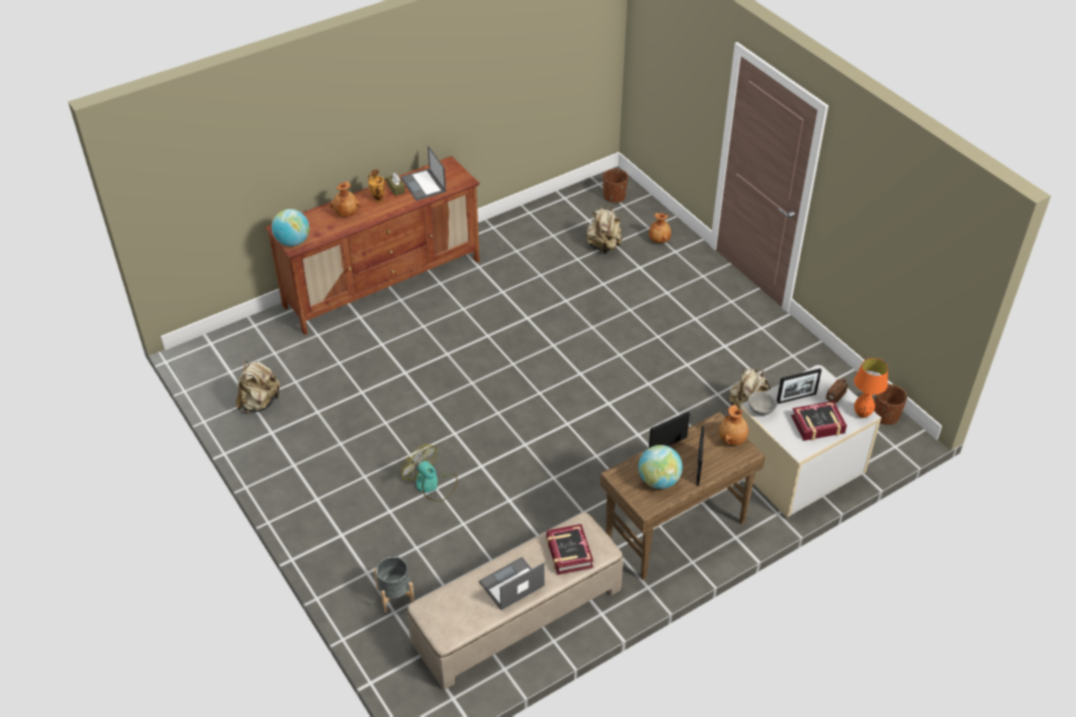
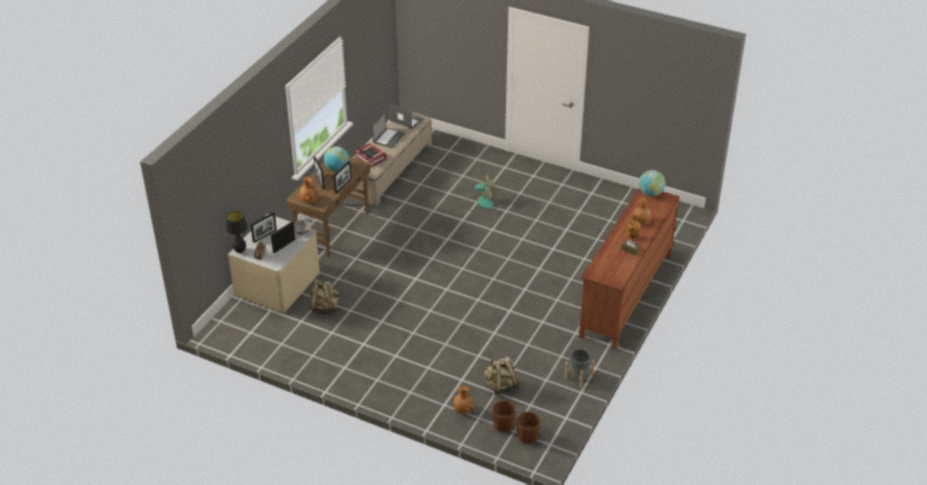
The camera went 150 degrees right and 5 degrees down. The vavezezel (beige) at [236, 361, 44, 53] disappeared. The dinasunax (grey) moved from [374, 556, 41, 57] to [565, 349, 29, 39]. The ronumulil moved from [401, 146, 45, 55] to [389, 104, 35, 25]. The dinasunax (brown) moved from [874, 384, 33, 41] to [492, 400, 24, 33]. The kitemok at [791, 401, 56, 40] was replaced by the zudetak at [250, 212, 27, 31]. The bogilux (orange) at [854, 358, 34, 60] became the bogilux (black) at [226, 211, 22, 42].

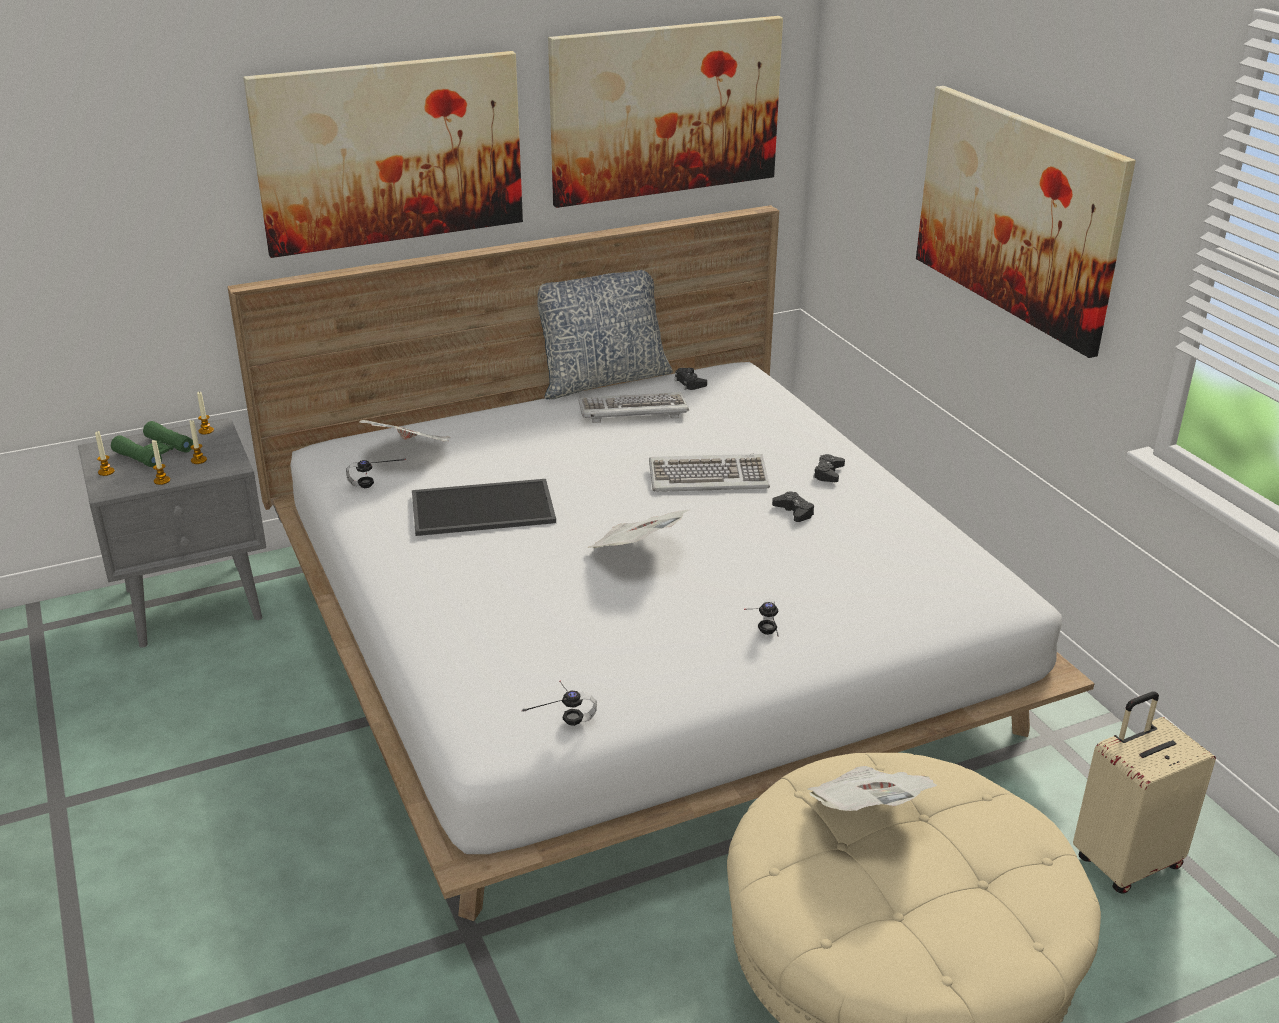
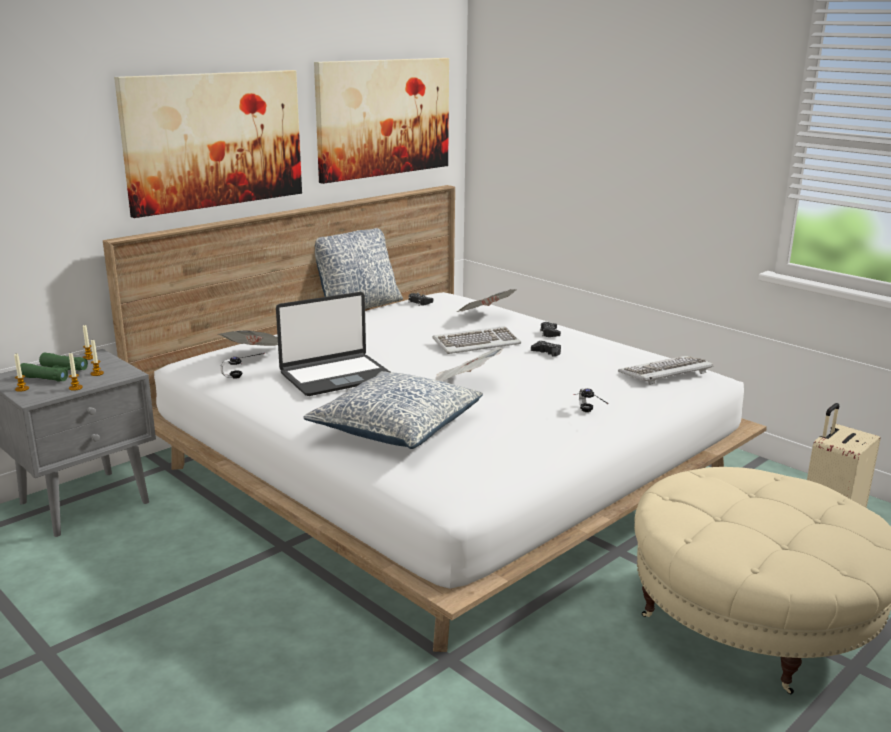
The camera went 20 degrees left and 10 degrees down. The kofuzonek at [522, 681, 75, 45] disappeared. The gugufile at [916, 86, 220, 272] disappeared. The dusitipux at [303, 371, 180, 78] appeared. The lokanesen moved from [578, 392, 111, 31] to [618, 356, 95, 29]. The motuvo moved from [807, 766, 130, 45] to [456, 289, 61, 23]. The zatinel at [412, 479, 144, 57] was replaced by the ronumulil at [276, 292, 116, 104].

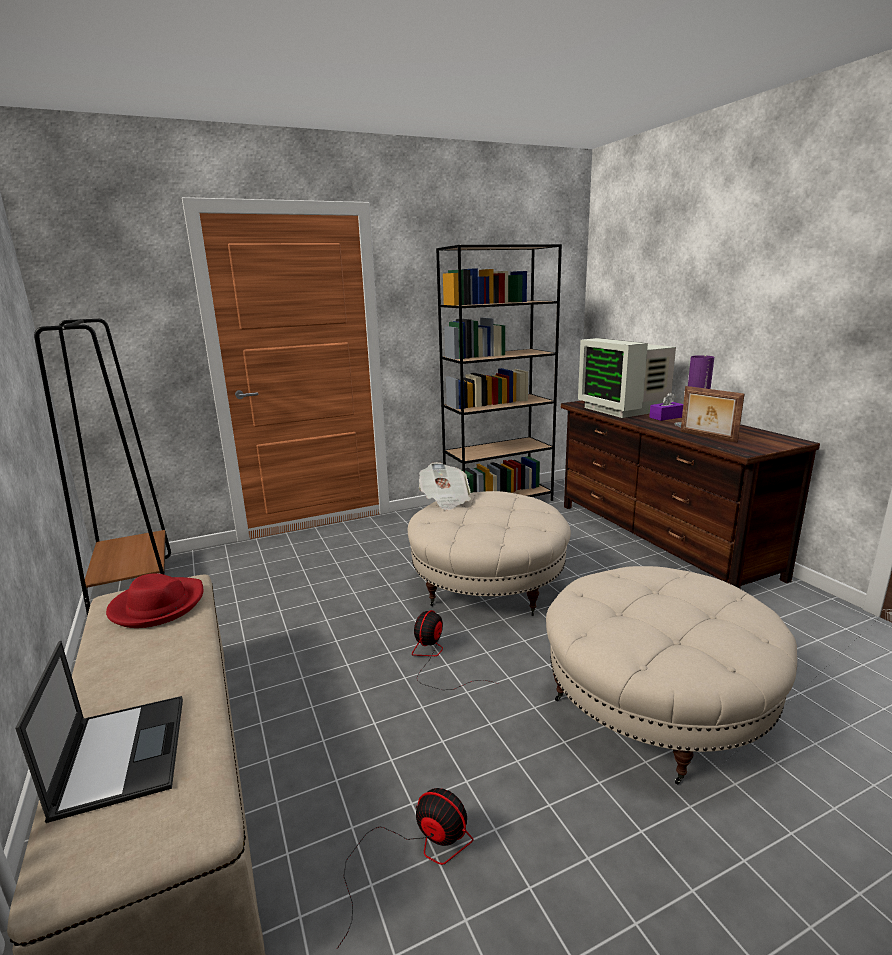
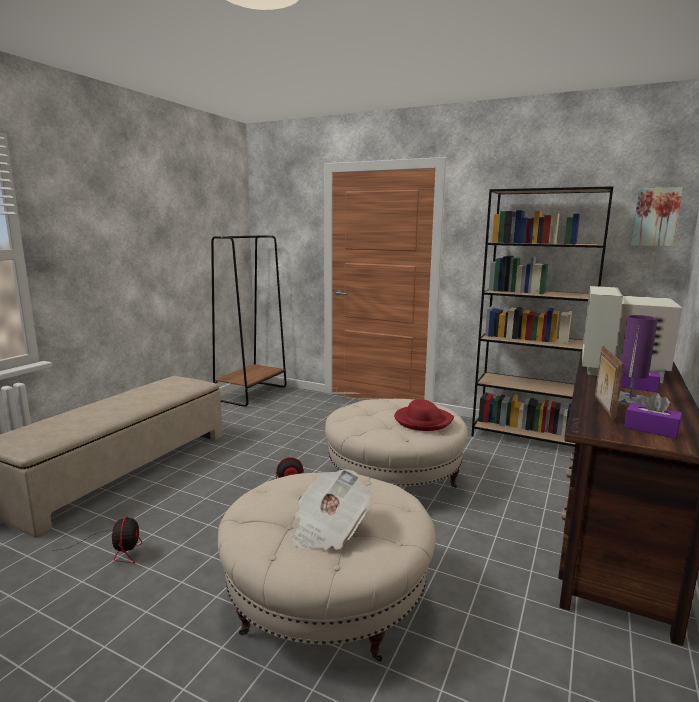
The camera went 50 degrees right and 5 degrees down. The ronumulil at [15, 641, 168, 182] disappeared. The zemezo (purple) at [624, 393, 58, 46] appeared. The gugufile at [631, 187, 52, 59] appeared. The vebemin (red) moved from [106, 573, 97, 55] to [394, 399, 60, 32]. The motuvo moved from [419, 462, 52, 48] to [292, 469, 80, 81].

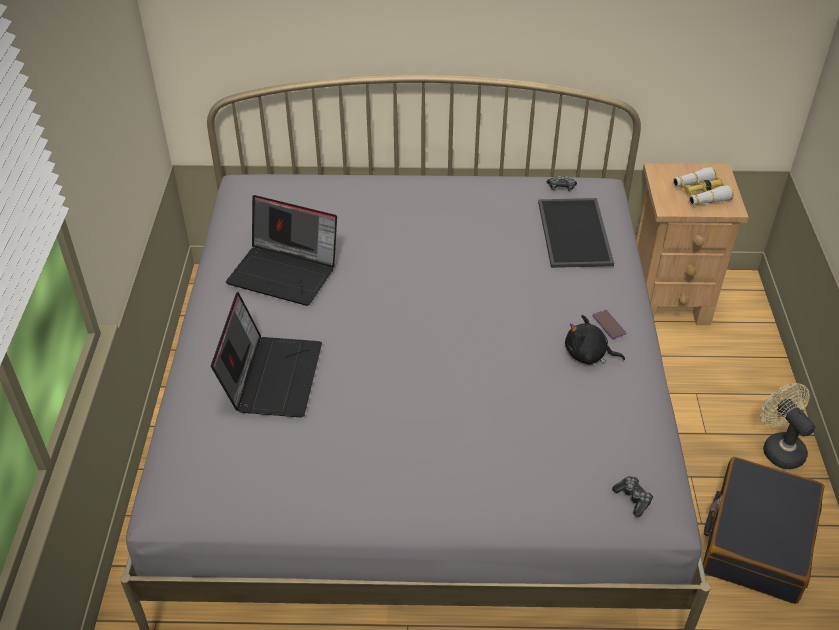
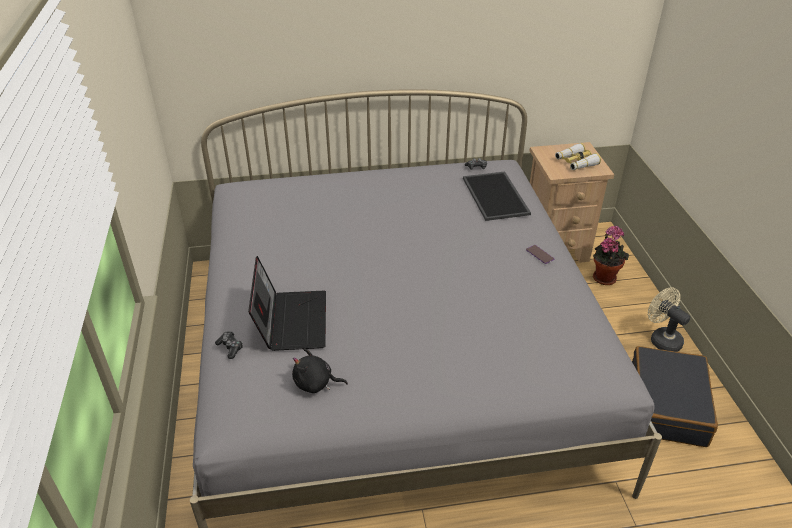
The camera went 10 degrees left and 5 degrees down. The ronumulil at [226, 195, 111, 111] disappeared. The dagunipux at [593, 226, 36, 59] appeared. The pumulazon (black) moved from [565, 315, 60, 49] to [292, 348, 56, 45]. The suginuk moved from [612, 476, 41, 41] to [215, 331, 28, 28].

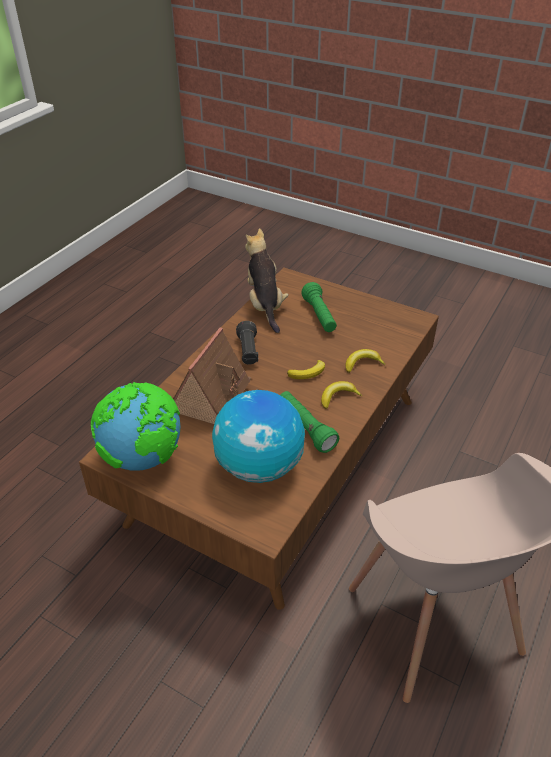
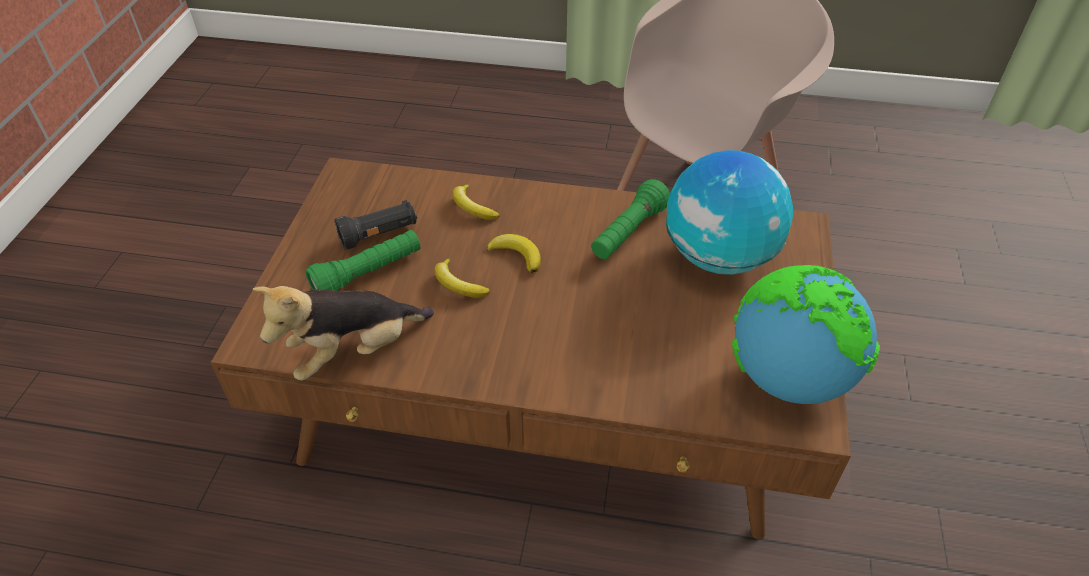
The camera went 110 degrees left and 5 degrees up. The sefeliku at [173, 328, 79, 96] disappeared. The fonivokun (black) moved from [236, 321, 23, 44] to [334, 200, 83, 50]. The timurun moved from [321, 381, 41, 28] to [434, 258, 56, 40].

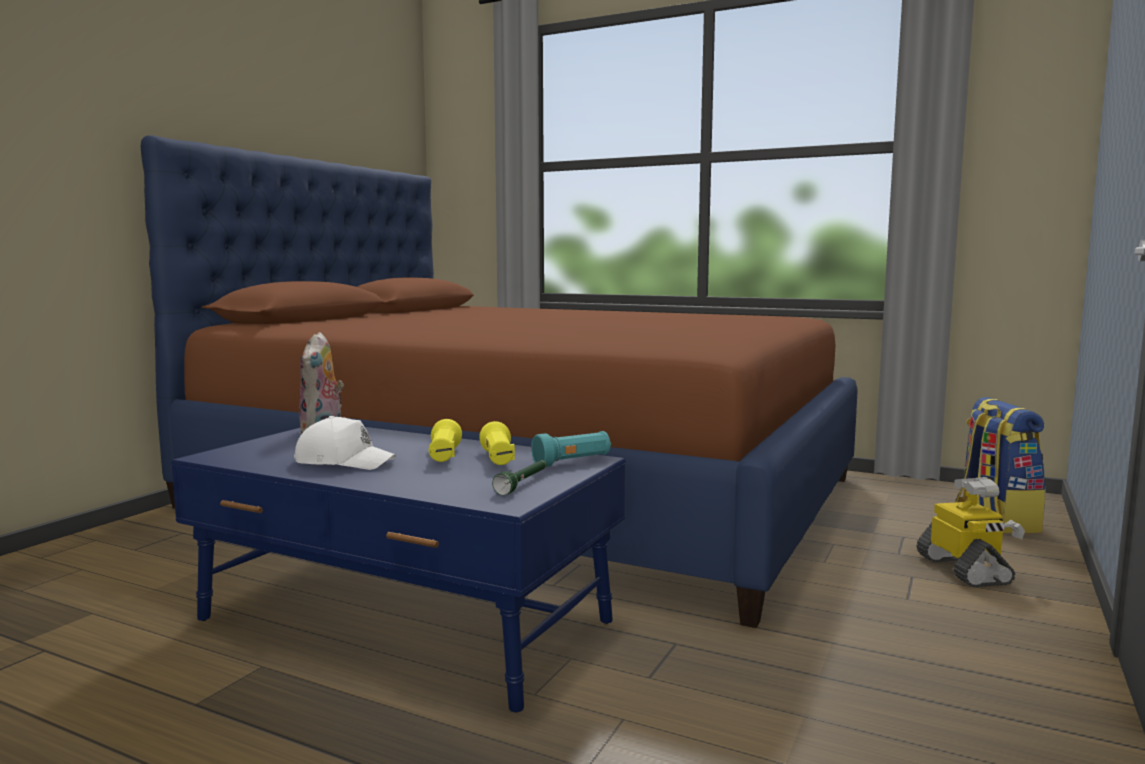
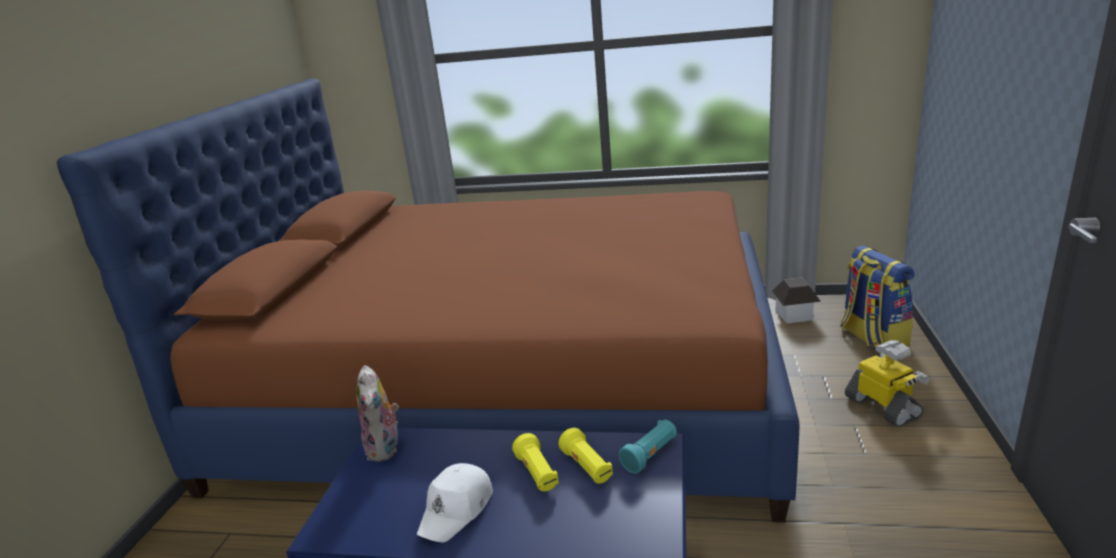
The camera went 15 degrees left and 15 degrees up. The fonivokun (green) at [492, 460, 55, 35] disappeared. The sefeliku at [772, 277, 49, 46] appeared. The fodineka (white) at [294, 416, 102, 54] turned 120 degrees clockwise.

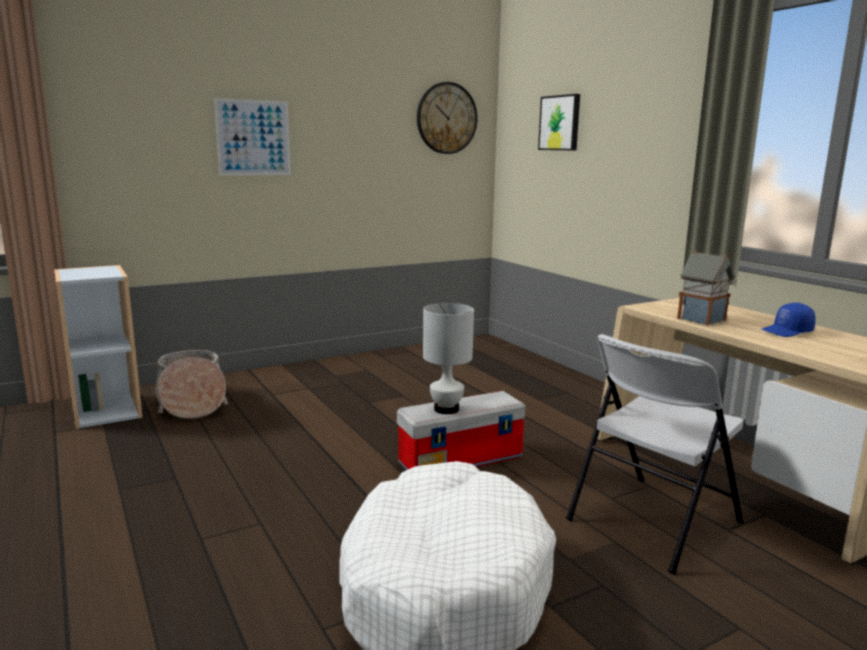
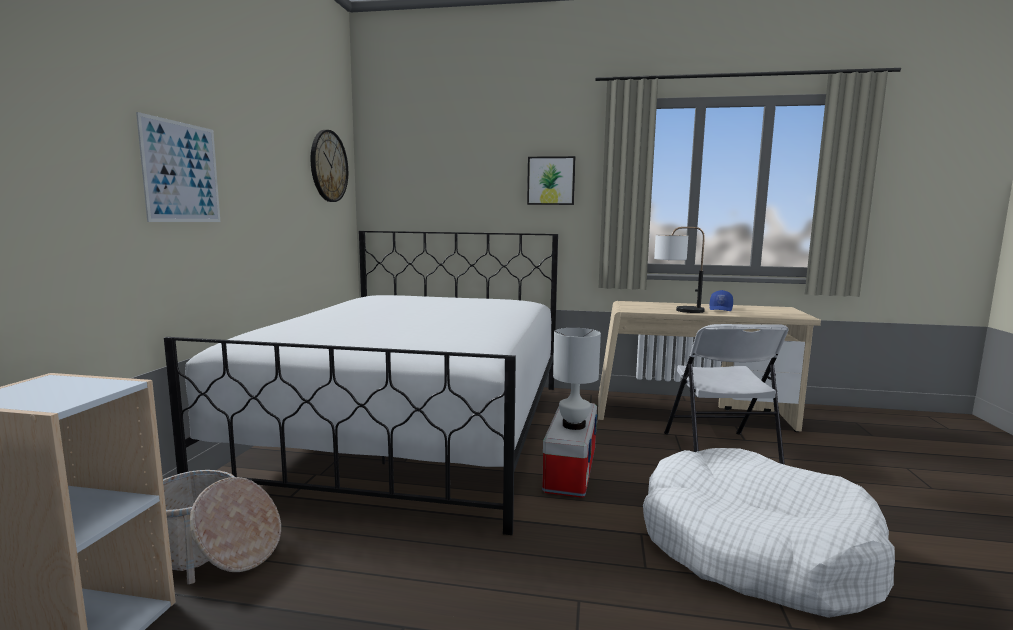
The camera went 50 degrees left and 5 degrees down. The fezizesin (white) at [164, 231, 394, 304] appeared. The gugufile moved from [538, 94, 42, 56] to [527, 156, 48, 49]. The sefeliku at [677, 251, 58, 75] was replaced by the bogilux at [654, 227, 51, 86].

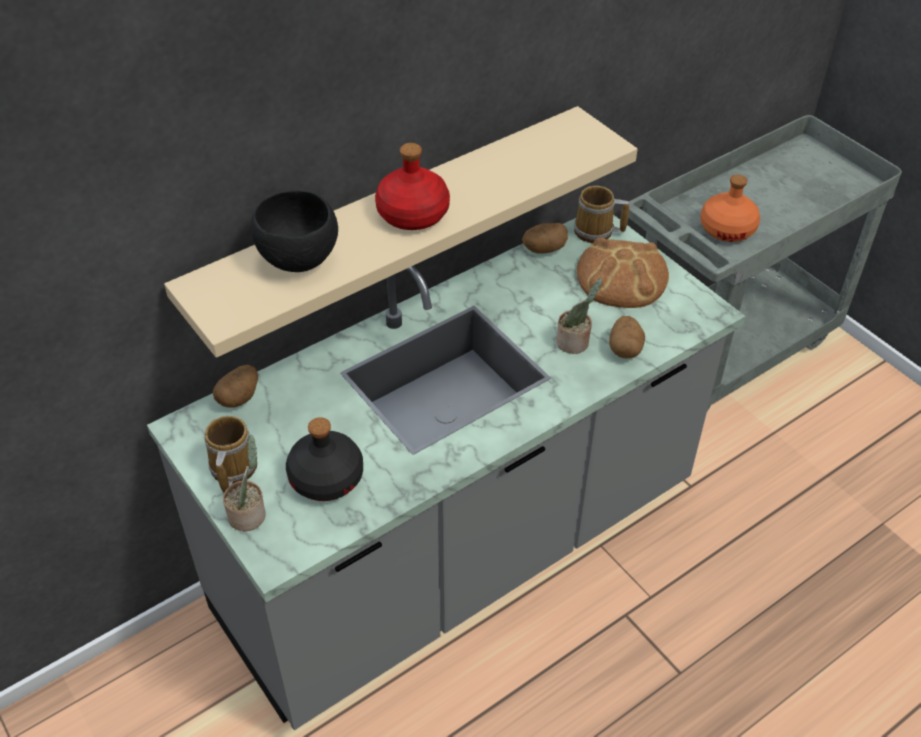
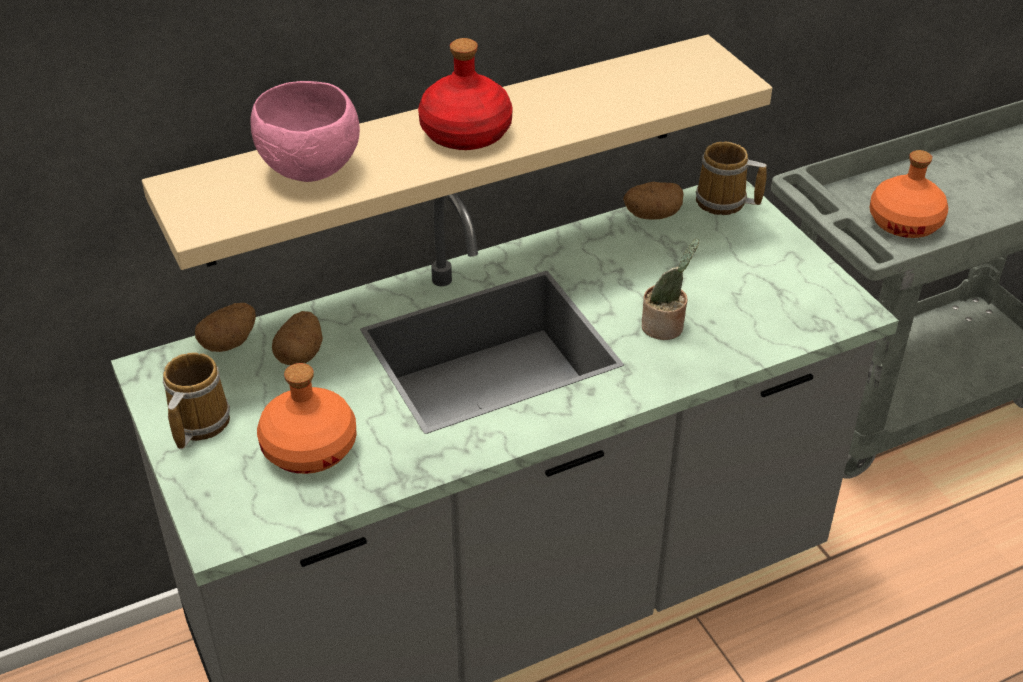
The camera went 10 degrees right and 5 degrees down. The dagunipux at [223, 435, 43, 97] disappeared. The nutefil at [577, 237, 92, 71] disappeared. The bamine moved from [609, 316, 36, 43] to [272, 311, 51, 54]. The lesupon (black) at [251, 190, 87, 82] became the lesupon (pink) at [250, 81, 110, 101]. The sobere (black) at [286, 417, 77, 84] became the sobere (orange) at [257, 363, 100, 111].

